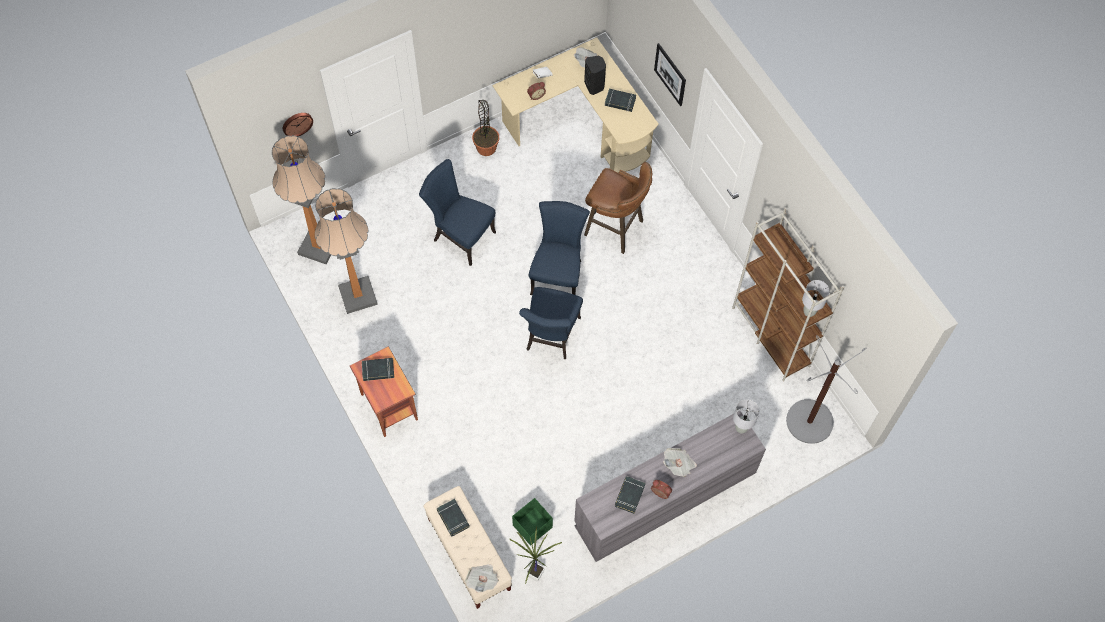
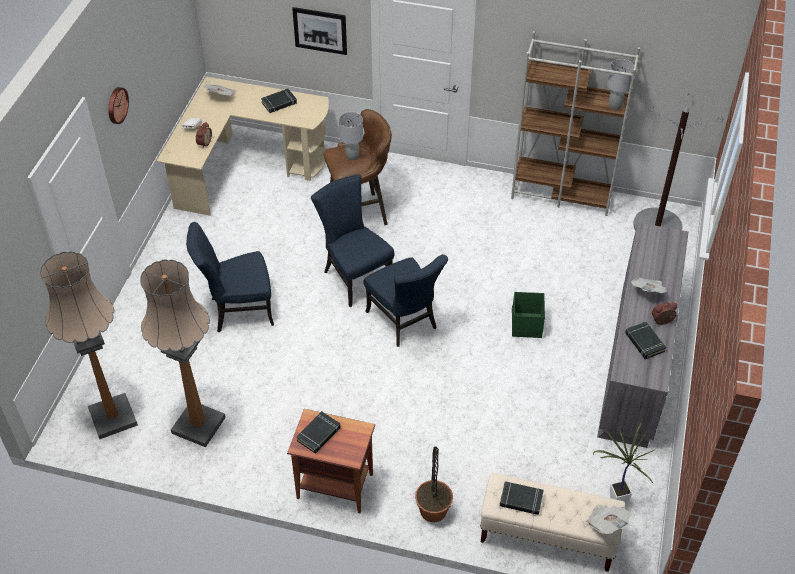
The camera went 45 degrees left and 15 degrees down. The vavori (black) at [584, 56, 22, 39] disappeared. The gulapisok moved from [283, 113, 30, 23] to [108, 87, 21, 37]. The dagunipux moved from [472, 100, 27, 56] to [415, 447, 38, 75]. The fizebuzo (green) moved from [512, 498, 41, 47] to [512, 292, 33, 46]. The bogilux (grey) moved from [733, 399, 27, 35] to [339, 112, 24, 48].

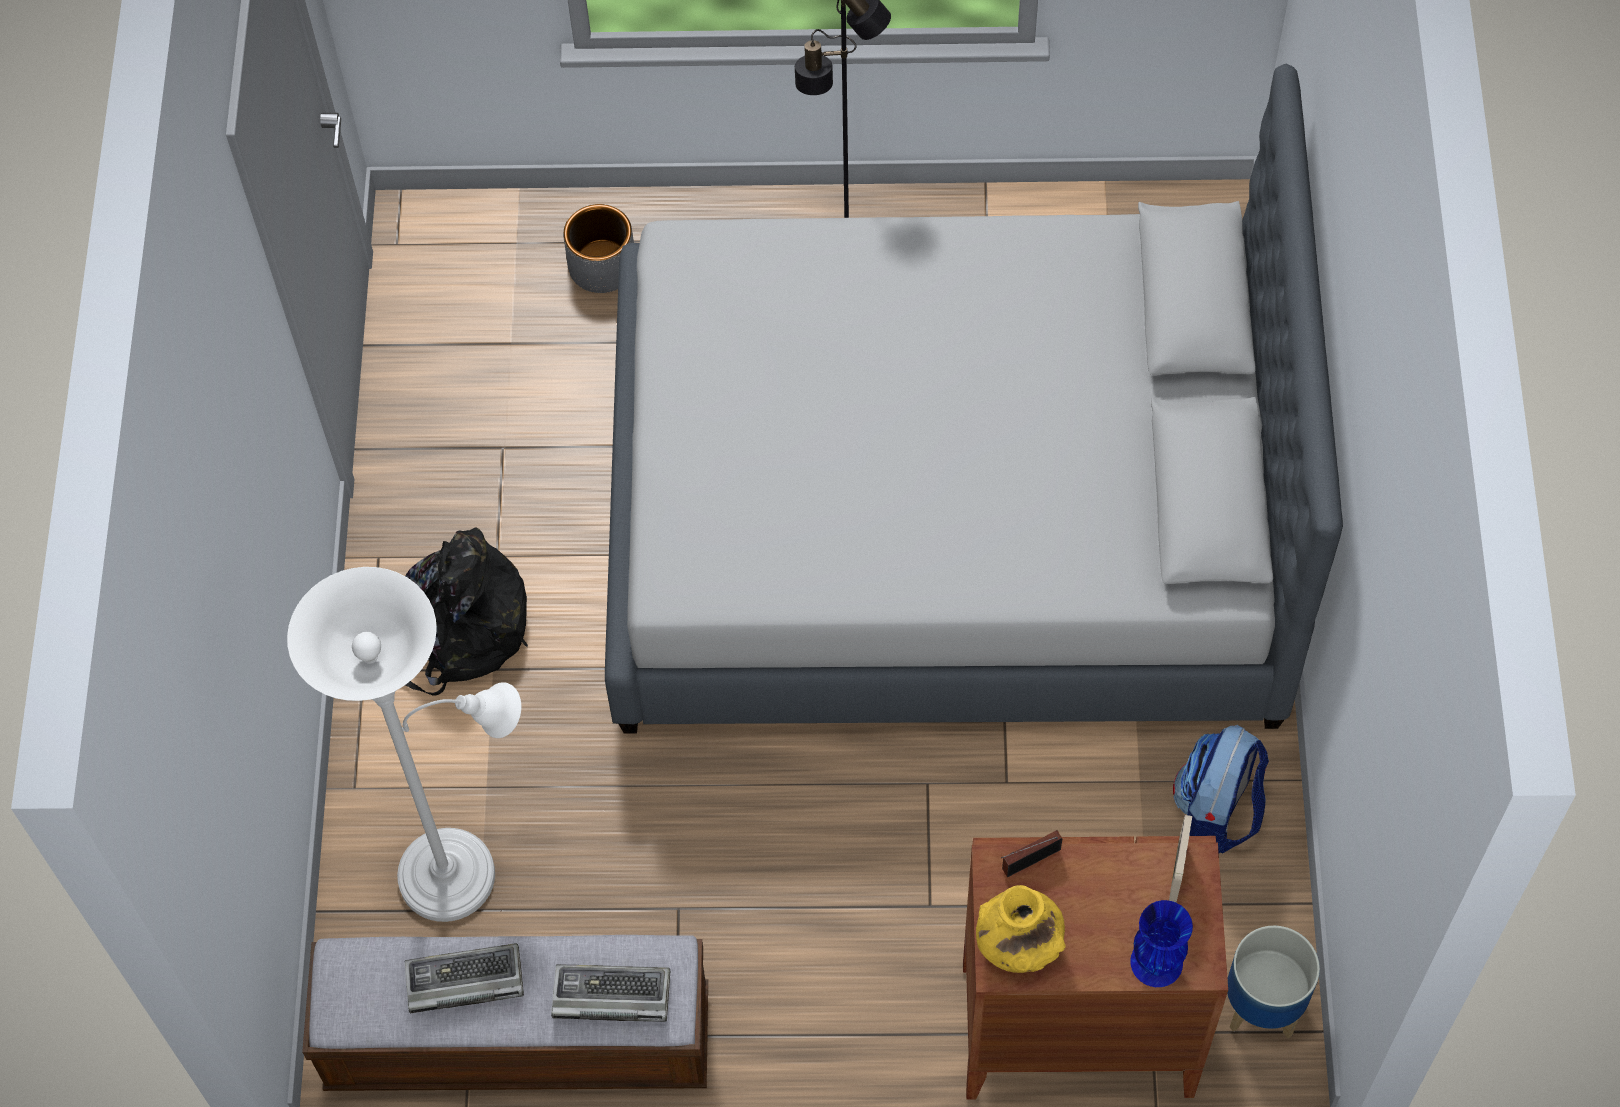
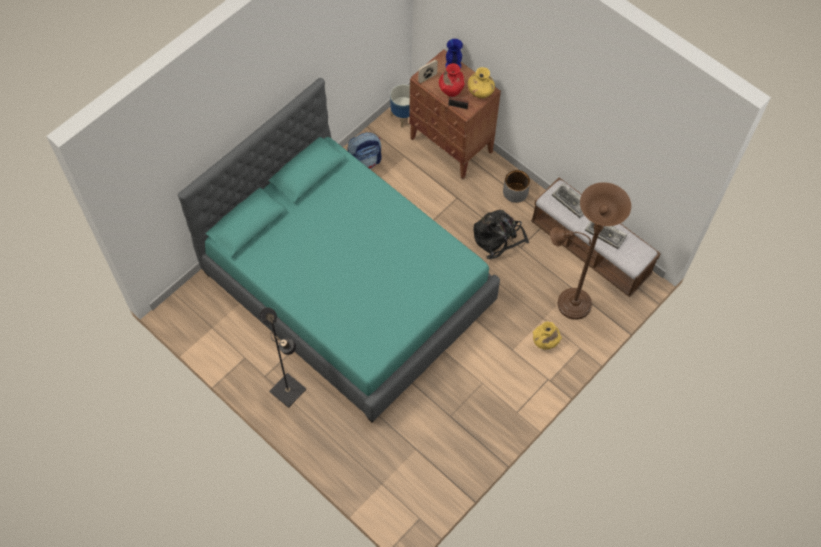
The camera went 140 degrees left and 0 degrees up. The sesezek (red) at [439, 63, 26, 34] appeared. The sesezek (yellow) at [533, 321, 29, 28] appeared. The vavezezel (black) moved from [405, 527, 123, 168] to [473, 210, 56, 49]. The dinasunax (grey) moved from [563, 204, 71, 89] to [503, 170, 27, 33]. The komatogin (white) at [287, 567, 234, 355] became the komatogin (brown) at [550, 182, 81, 138]. The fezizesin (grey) at [605, 64, 738, 670] became the fezizesin (turquoise) at [178, 78, 322, 345].

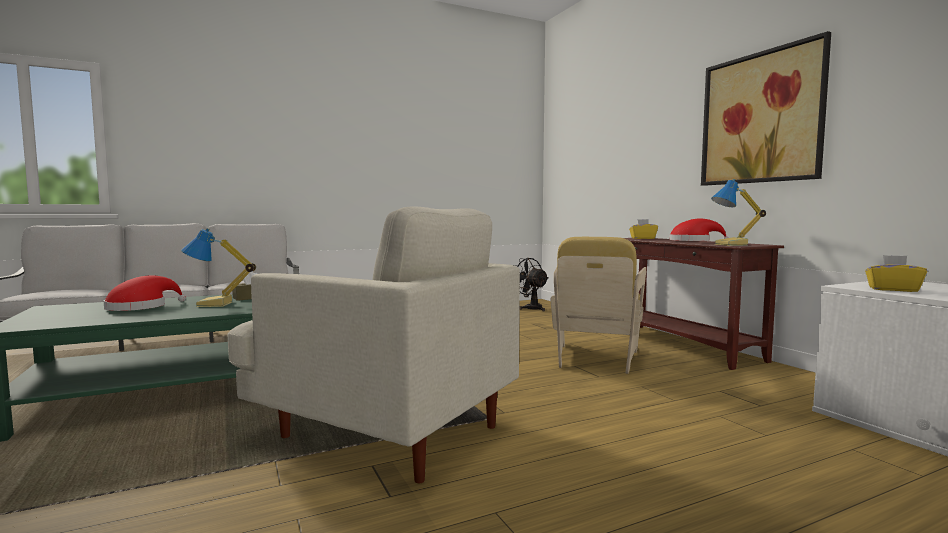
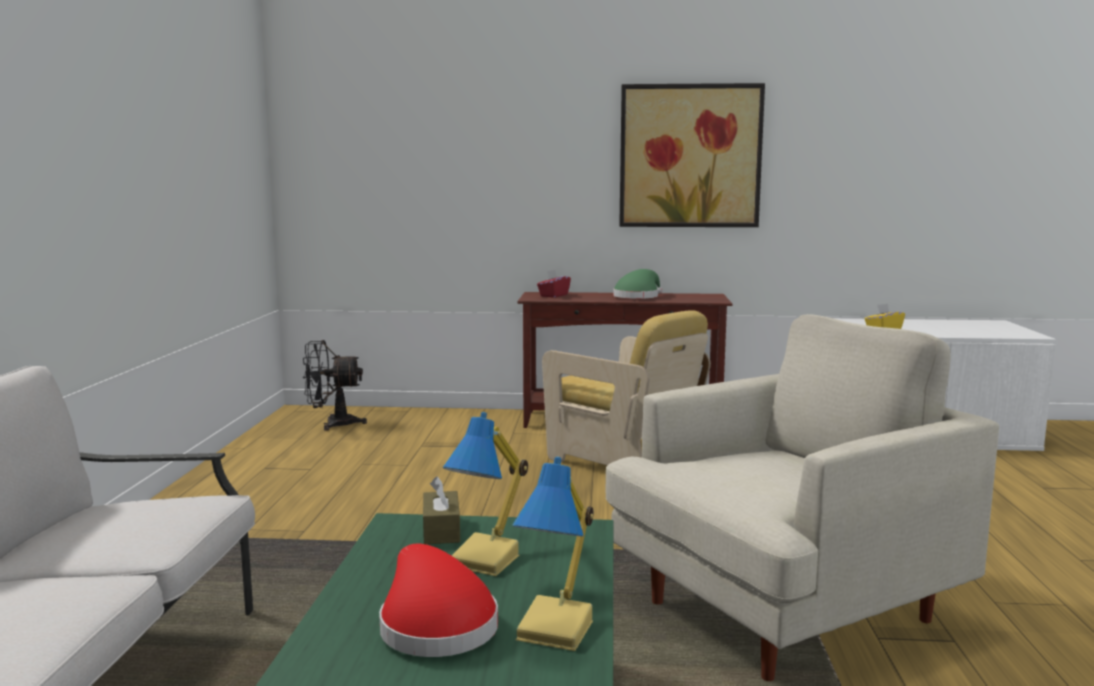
The camera went 60 degrees left and 5 degrees up. The bogilux moved from [711, 179, 55, 67] to [512, 457, 81, 194]. The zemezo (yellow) at [629, 219, 29, 20] became the zemezo (red) at [537, 270, 34, 28]. The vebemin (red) at [669, 219, 60, 22] became the vebemin (green) at [613, 269, 50, 30].

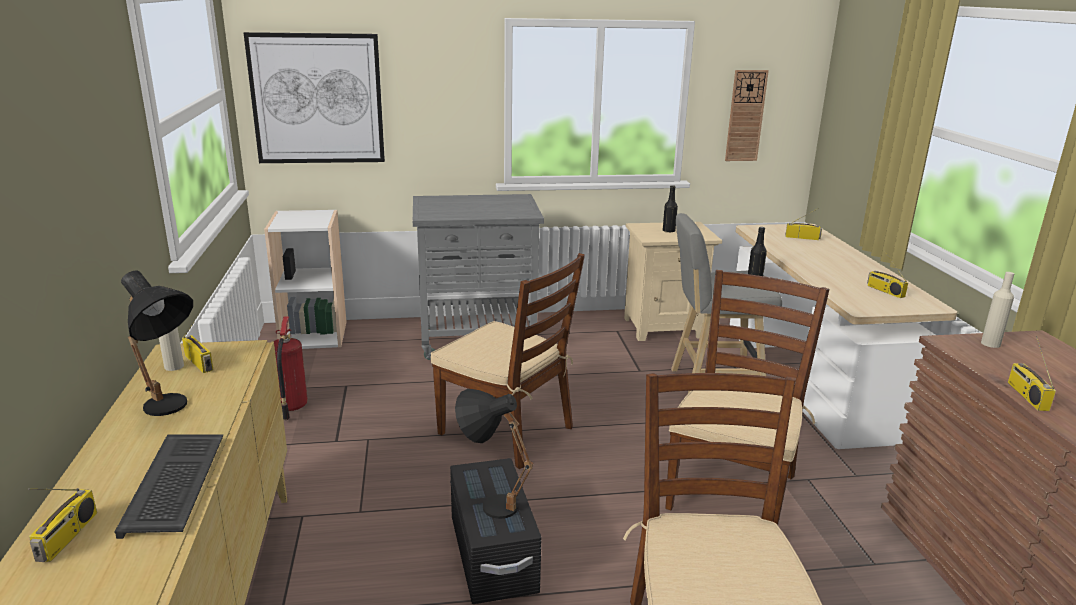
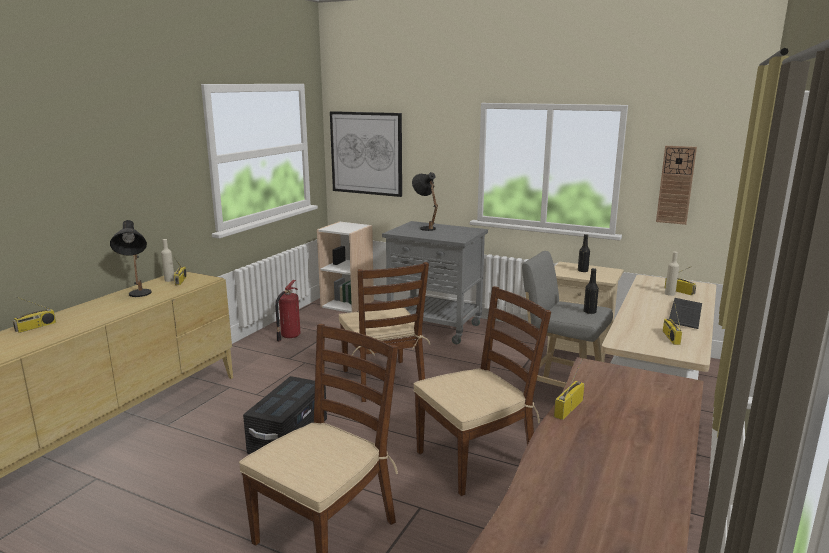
The camera went 35 degrees right and 5 degrees down. The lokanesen moved from [114, 434, 109, 105] to [669, 298, 33, 31]. The bogilux (black) moved from [455, 389, 79, 130] to [412, 172, 26, 59]. The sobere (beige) moved from [981, 272, 33, 76] to [665, 252, 14, 44].

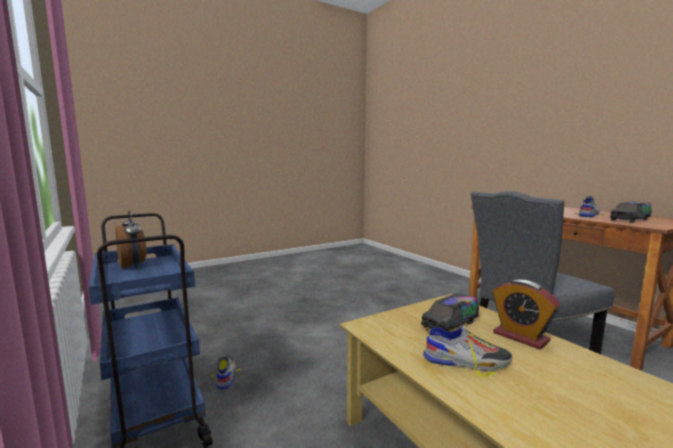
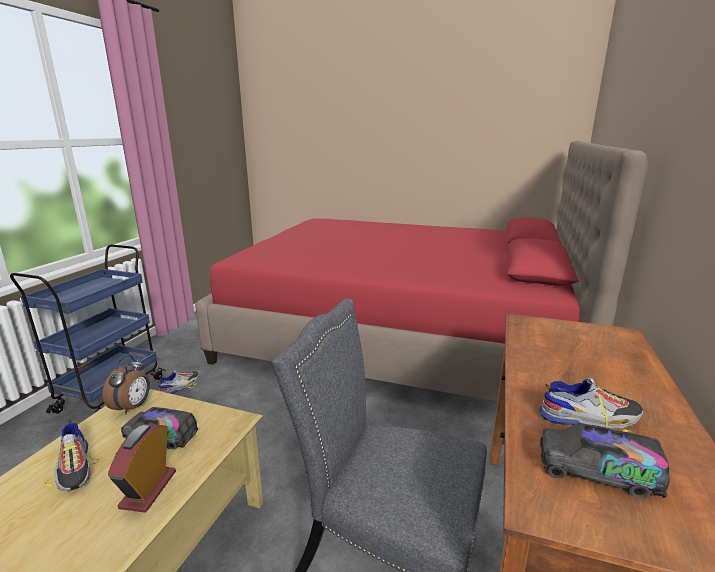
The camera went 50 degrees right and 10 degrees up. The fezizesin (red) at [195, 141, 453, 260] appeared. The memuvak moved from [115, 210, 32, 59] to [102, 355, 48, 59].

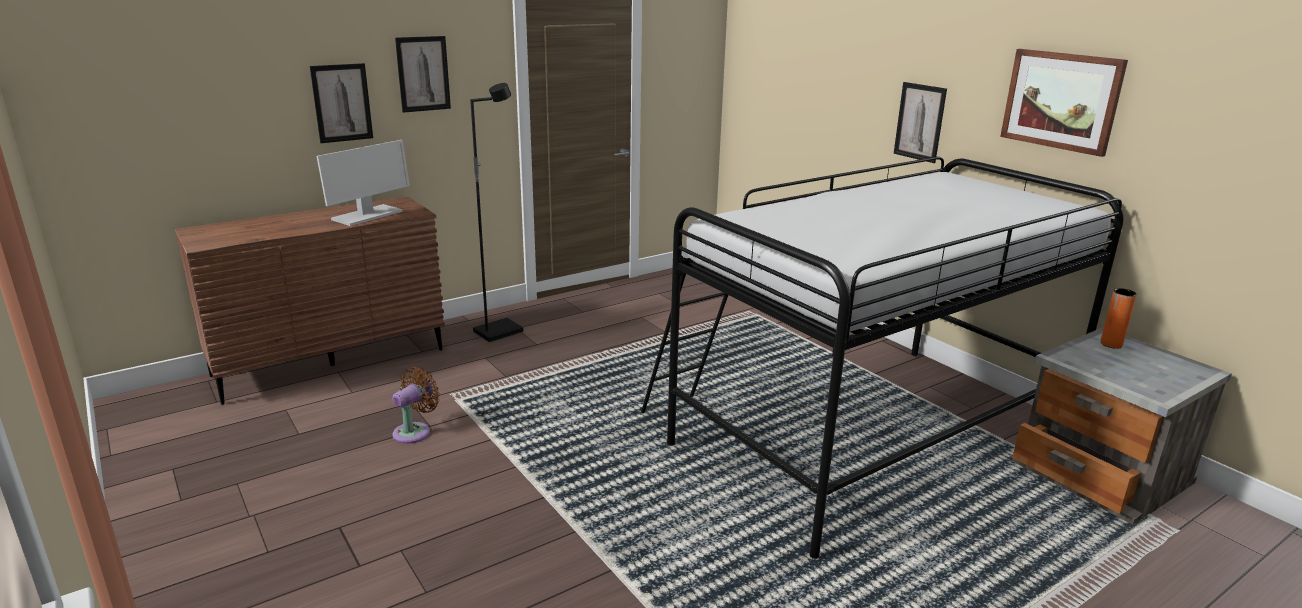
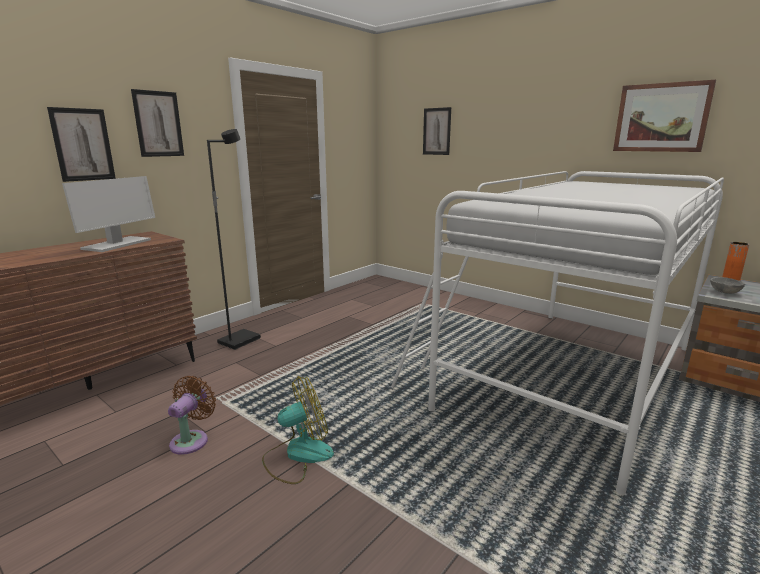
The camera went 15 degrees left and 5 degrees down. The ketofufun at [262, 376, 72, 108] appeared. The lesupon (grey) at [710, 277, 35, 17] appeared. The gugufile moved from [894, 82, 53, 81] to [423, 107, 28, 48]. The fezizesin (black) at [641, 157, 483, 402] became the fezizesin (white) at [391, 171, 333, 324].

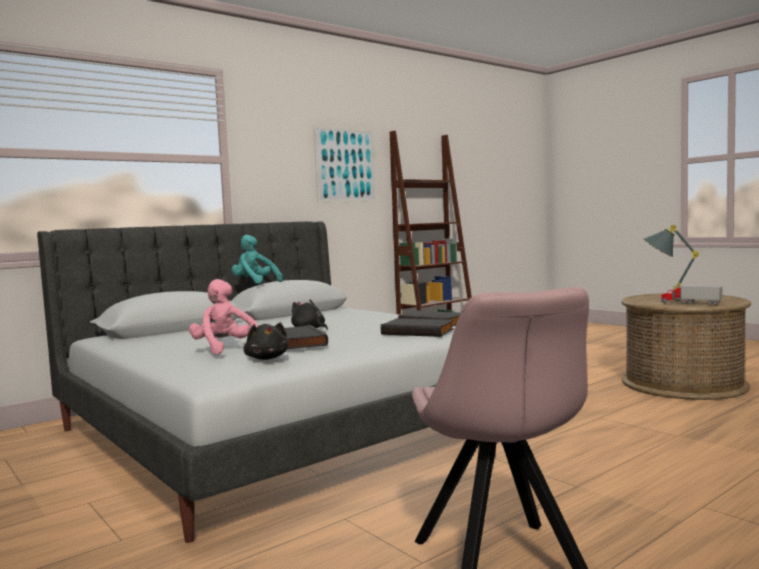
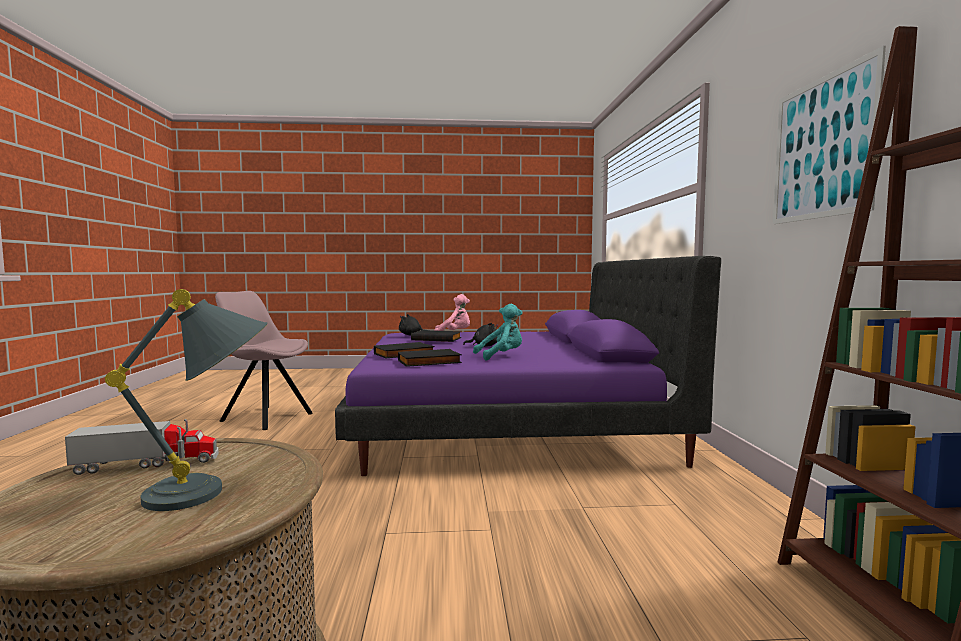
The camera went 125 degrees right and 0 degrees up. The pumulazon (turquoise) moved from [231, 235, 52, 49] to [473, 304, 49, 57]. The fezizesin (grey) at [37, 221, 419, 322] became the fezizesin (purple) at [335, 256, 386, 220].

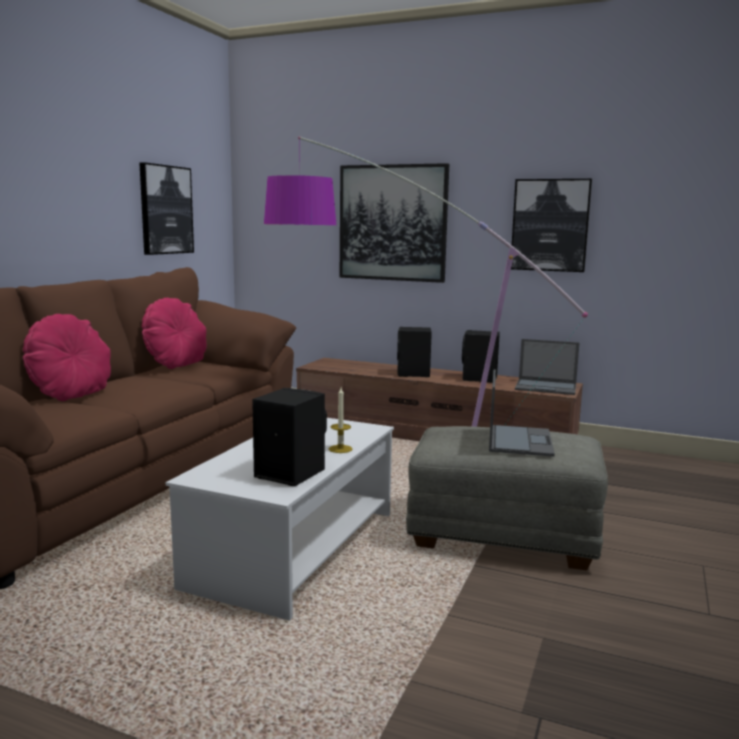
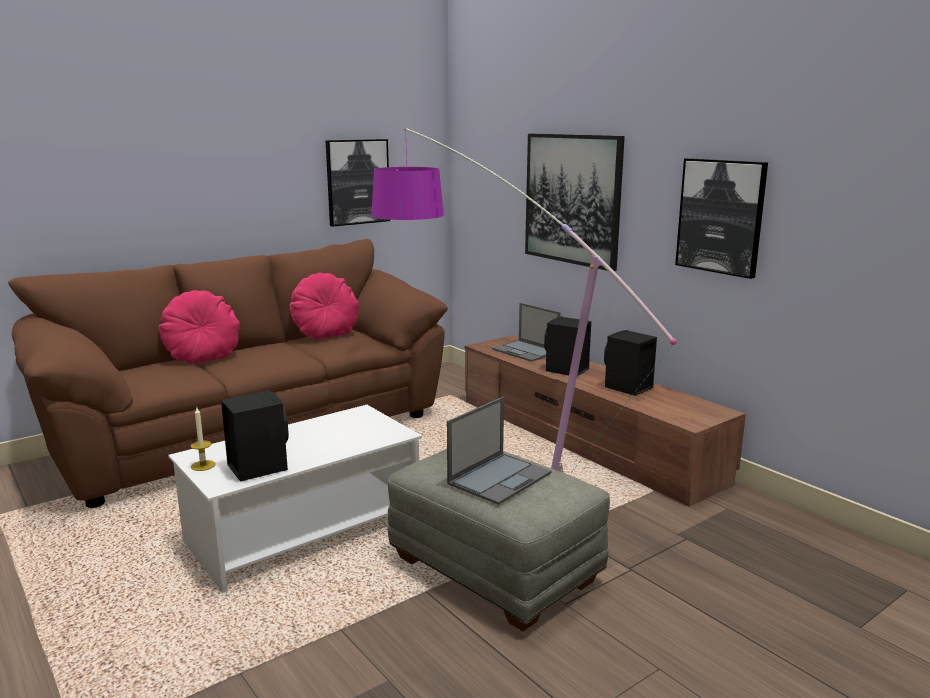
The camera went 30 degrees right and 5 degrees up. The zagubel moved from [329, 388, 24, 65] to [190, 408, 26, 63]. The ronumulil moved from [515, 339, 64, 56] to [492, 303, 69, 59].

